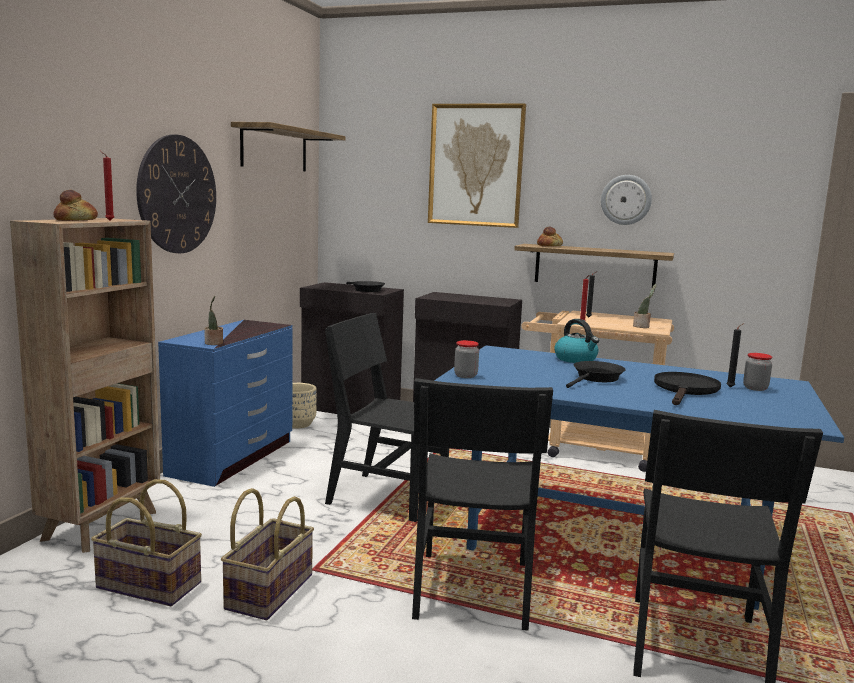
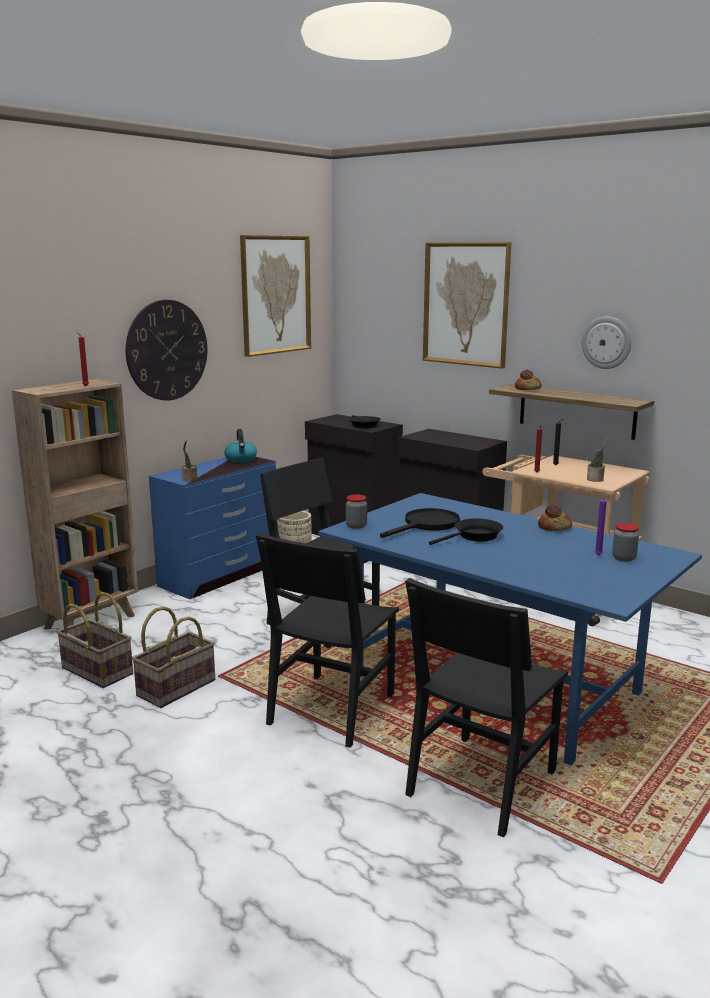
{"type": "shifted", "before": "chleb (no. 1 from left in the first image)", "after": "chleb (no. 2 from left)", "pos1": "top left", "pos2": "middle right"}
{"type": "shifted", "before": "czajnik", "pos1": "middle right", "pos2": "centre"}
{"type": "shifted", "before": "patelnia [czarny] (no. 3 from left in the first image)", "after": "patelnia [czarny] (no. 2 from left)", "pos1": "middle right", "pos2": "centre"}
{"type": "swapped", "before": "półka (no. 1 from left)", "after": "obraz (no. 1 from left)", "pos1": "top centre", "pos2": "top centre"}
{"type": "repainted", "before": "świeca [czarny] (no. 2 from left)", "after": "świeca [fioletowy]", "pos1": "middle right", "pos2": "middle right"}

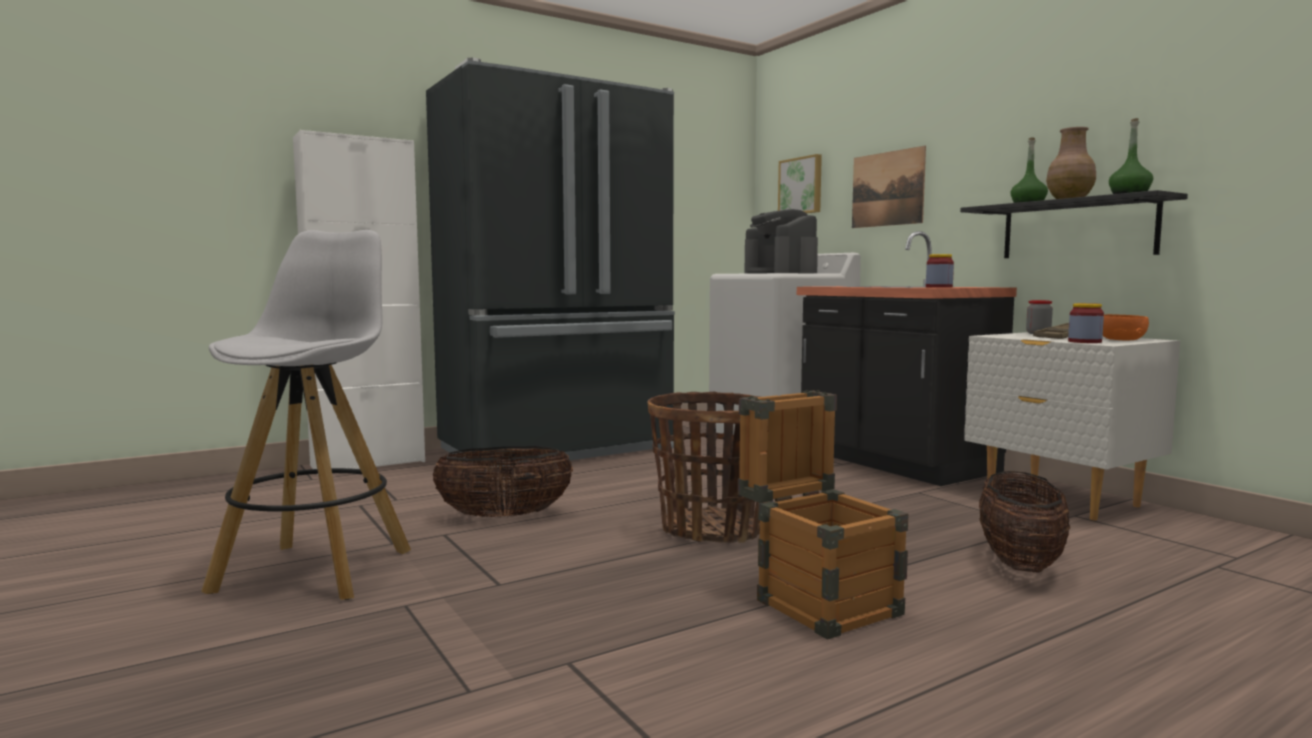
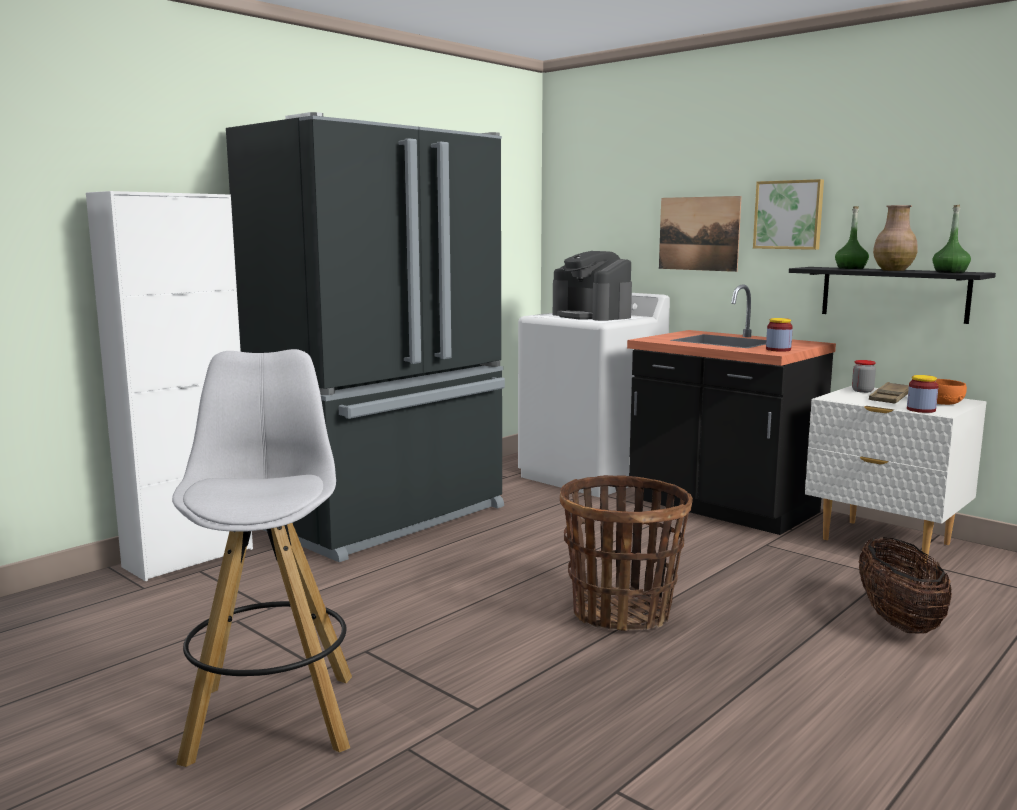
{"type": "gone", "before": "koszyk (no. 1 from left)", "pos1": "centre"}
{"type": "gone", "before": "skrzynka", "pos1": "bottom centre"}
{"type": "shifted", "before": "obraz (no. 1 from left in the first image)", "after": "obraz (no. 2 from left)", "pos1": "top centre", "pos2": "top right"}

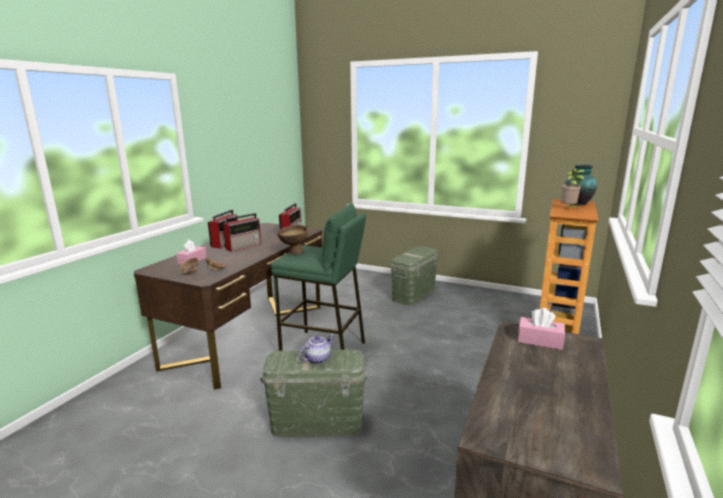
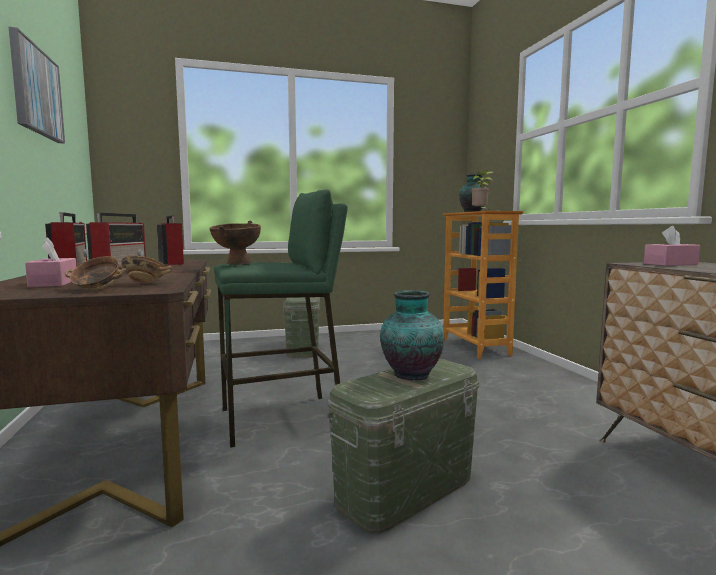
{"type": "new", "after": "obraz", "pos2": "top left"}
{"type": "swapped", "before": "imbryk", "after": "wazon (no. 1 from left)", "pos1": "bottom centre", "pos2": "centre"}

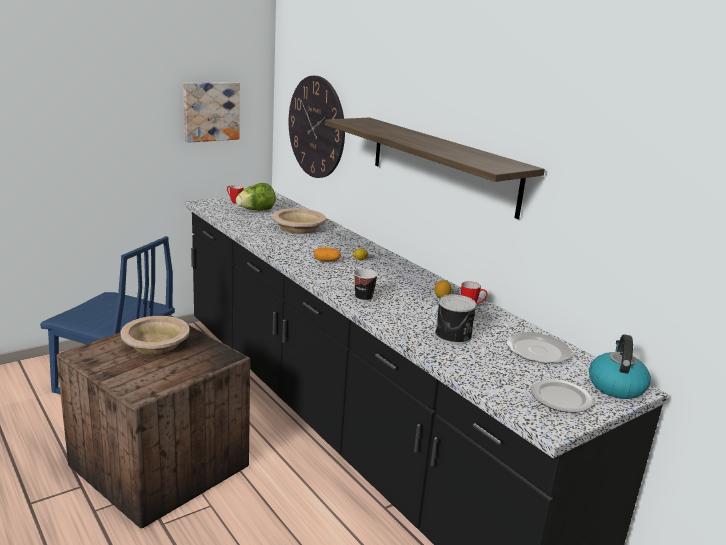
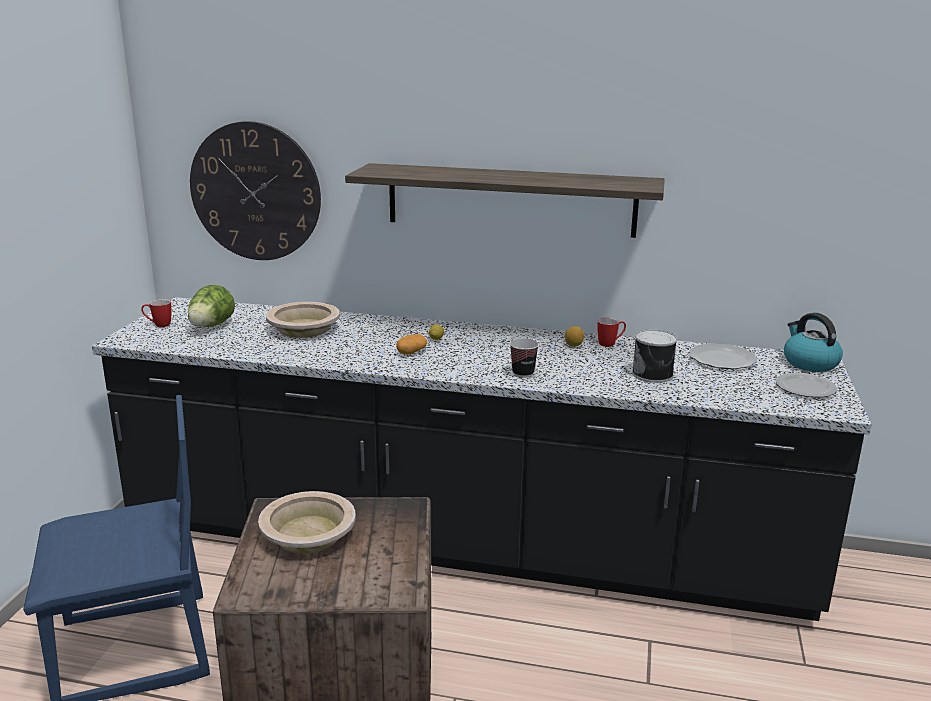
{"type": "gone", "before": "obraz", "pos1": "top left"}

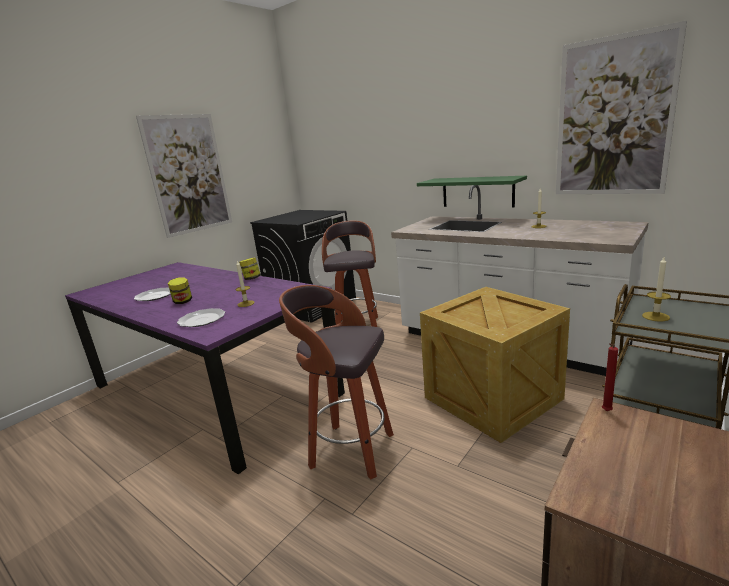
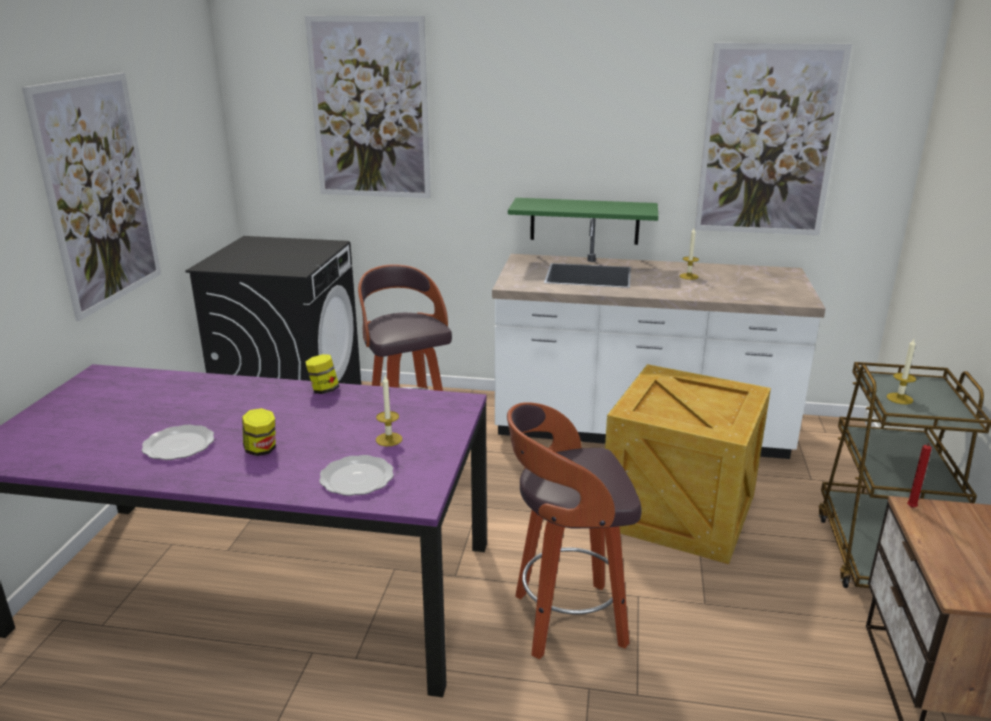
{"type": "new", "after": "obraz (no. 2 from left)", "pos2": "top centre"}

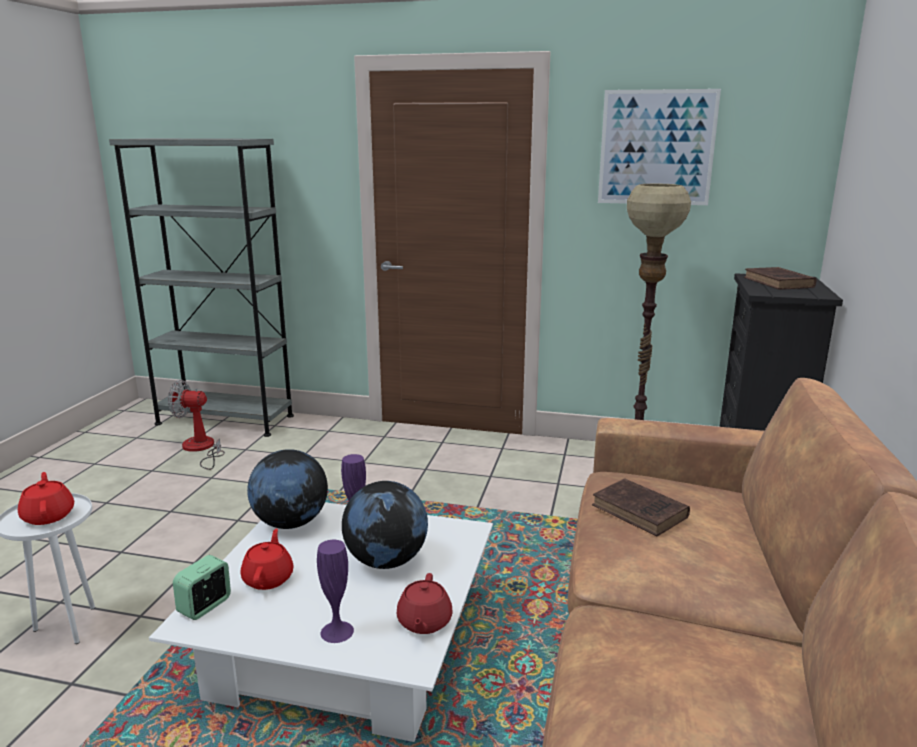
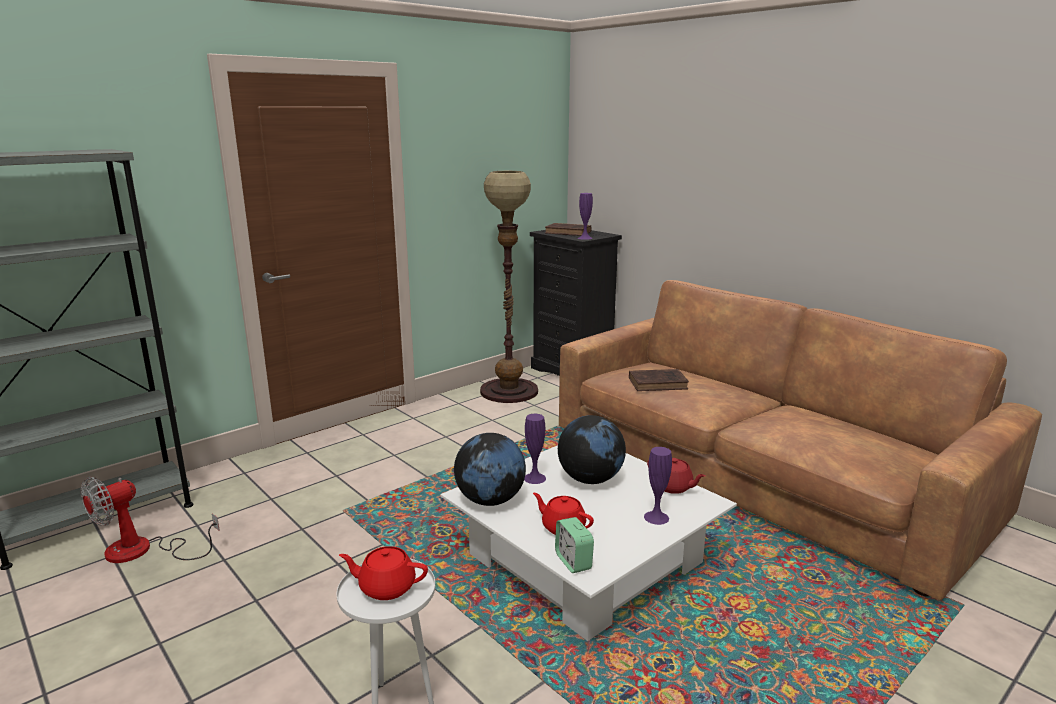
{"type": "gone", "before": "obraz", "pos1": "top right"}
{"type": "new", "after": "wazon [fioletowy] (no. 2 from left)", "pos2": "top centre"}

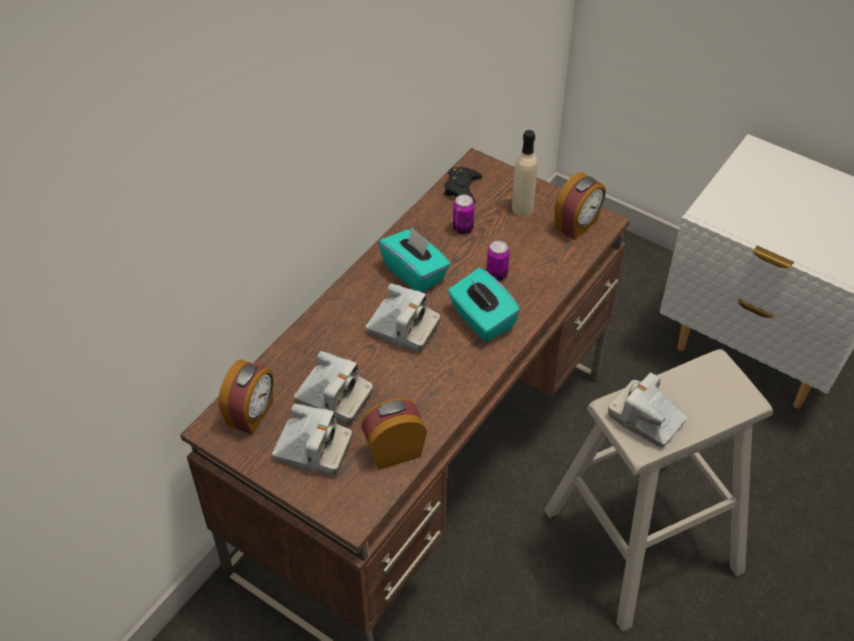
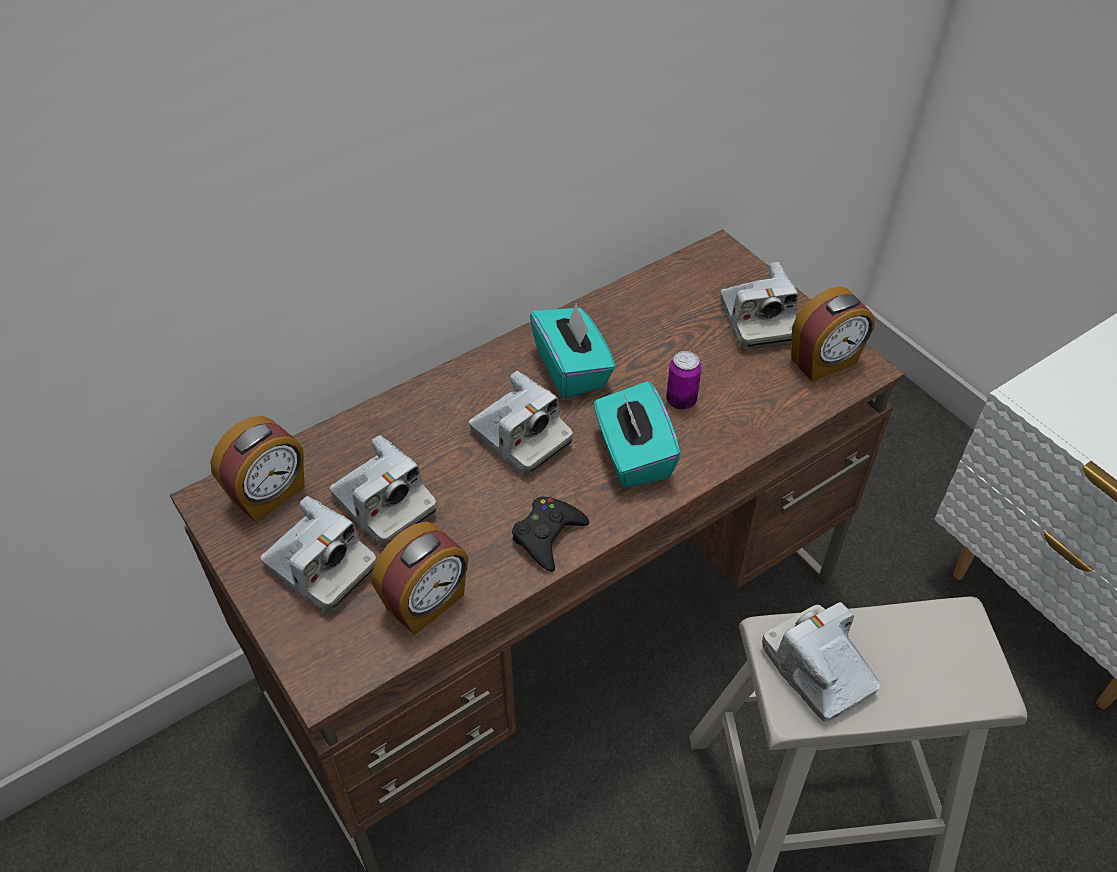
{"type": "gone", "before": "puszka (no. 1 from left)", "pos1": "centre"}
{"type": "shifted", "before": "pad do gier [czarny]", "pos1": "top centre", "pos2": "centre"}
{"type": "swapped", "before": "butelka [beżowy]", "after": "aparat fotograficzny (no. 4 from left)", "pos1": "top centre", "pos2": "middle right"}
{"type": "rotated", "before": "budzik (no. 2 from left)", "pos1": "bottom centre", "pos2": "centre", "turn": 135}

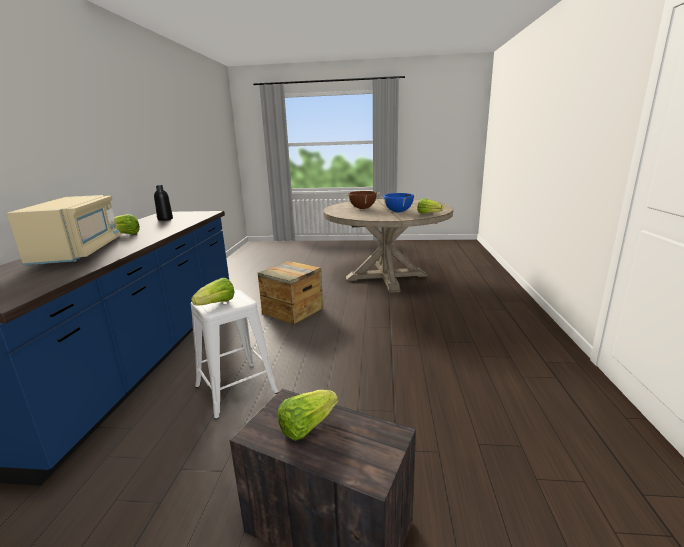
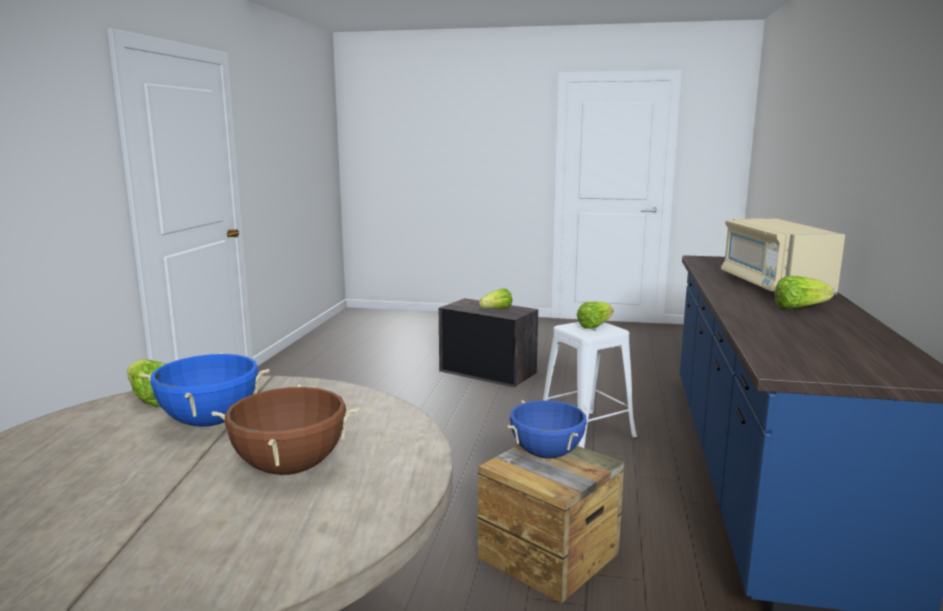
{"type": "gone", "before": "butelka [czarny]", "pos1": "middle left"}
{"type": "new", "after": "garnek [niebieski] (no. 2 from left)", "pos2": "bottom centre"}

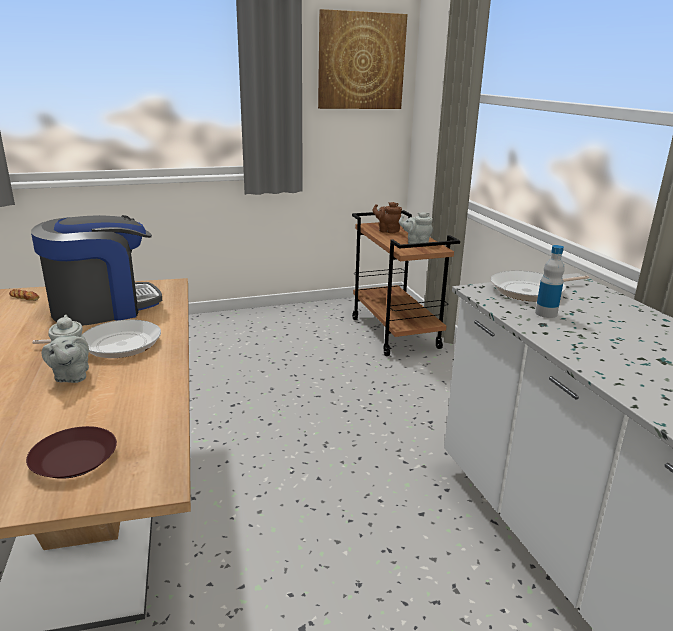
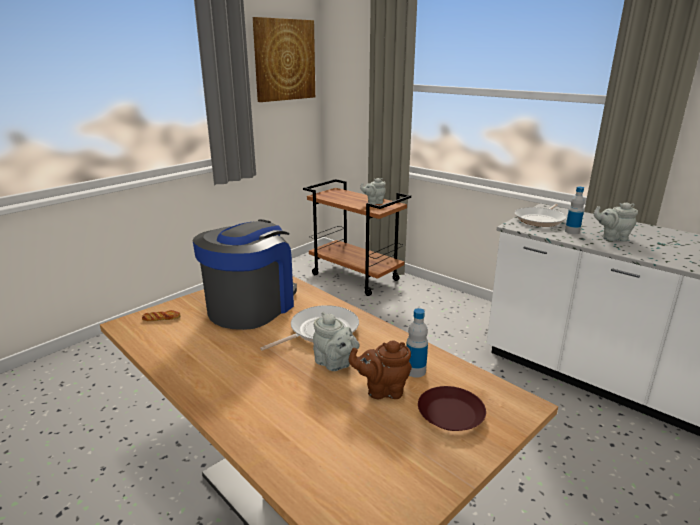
{"type": "new", "after": "butelka (no. 1 from left)", "pos2": "centre"}
{"type": "new", "after": "imbryk [szary] (no. 3 from left)", "pos2": "middle right"}
{"type": "shifted", "before": "imbryk [brązowy]", "pos1": "centre", "pos2": "bottom centre"}

